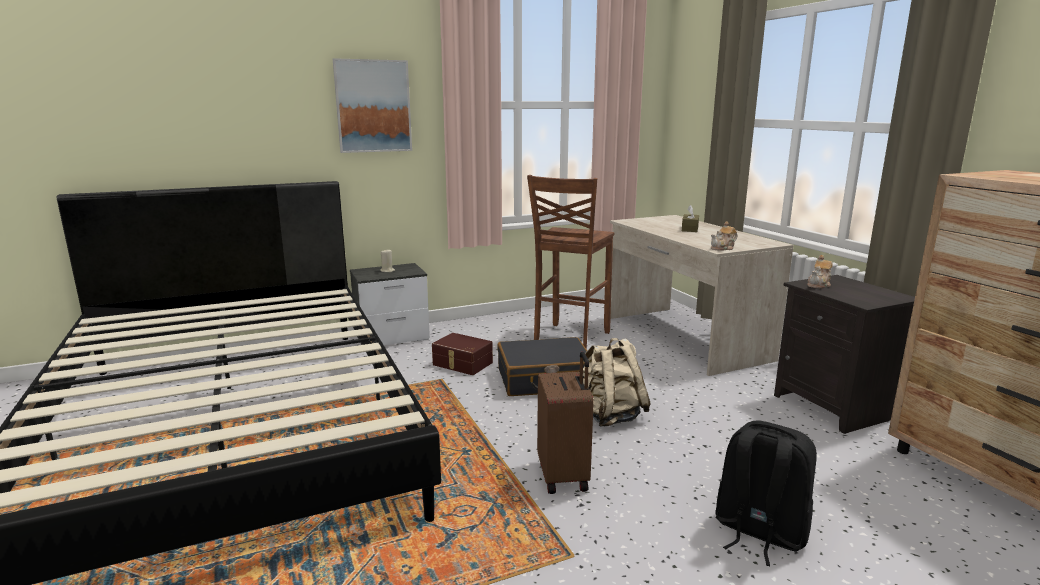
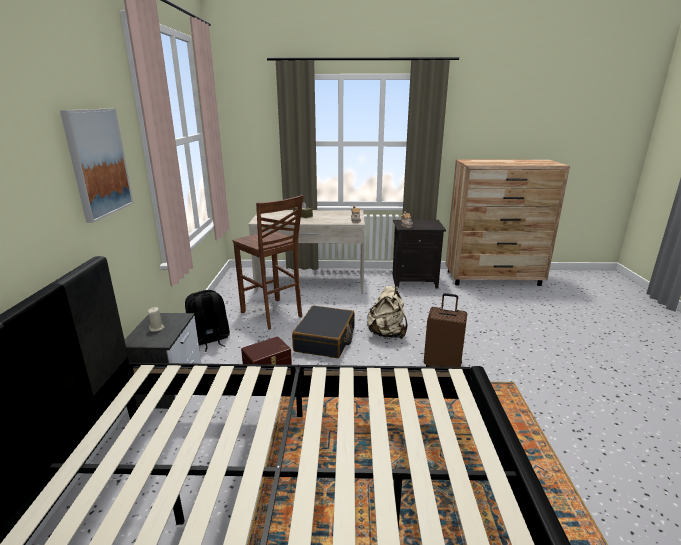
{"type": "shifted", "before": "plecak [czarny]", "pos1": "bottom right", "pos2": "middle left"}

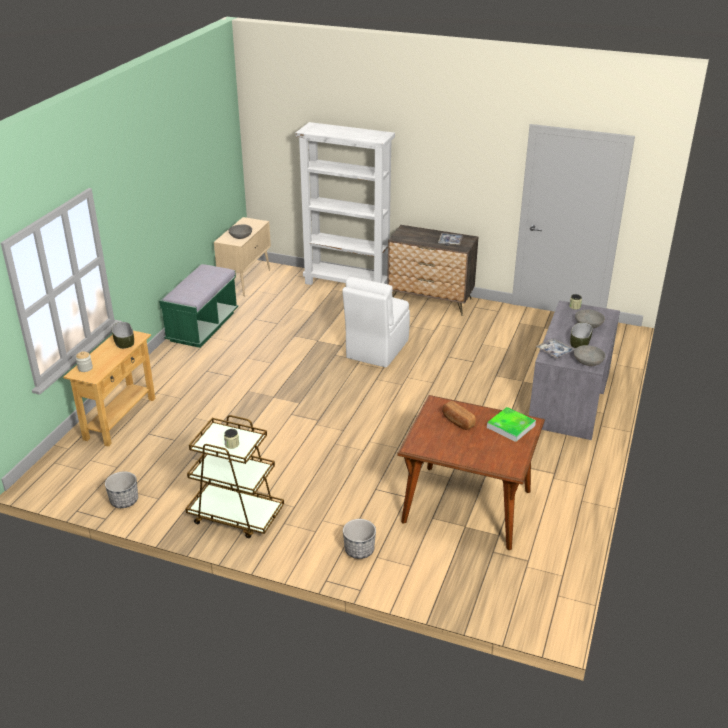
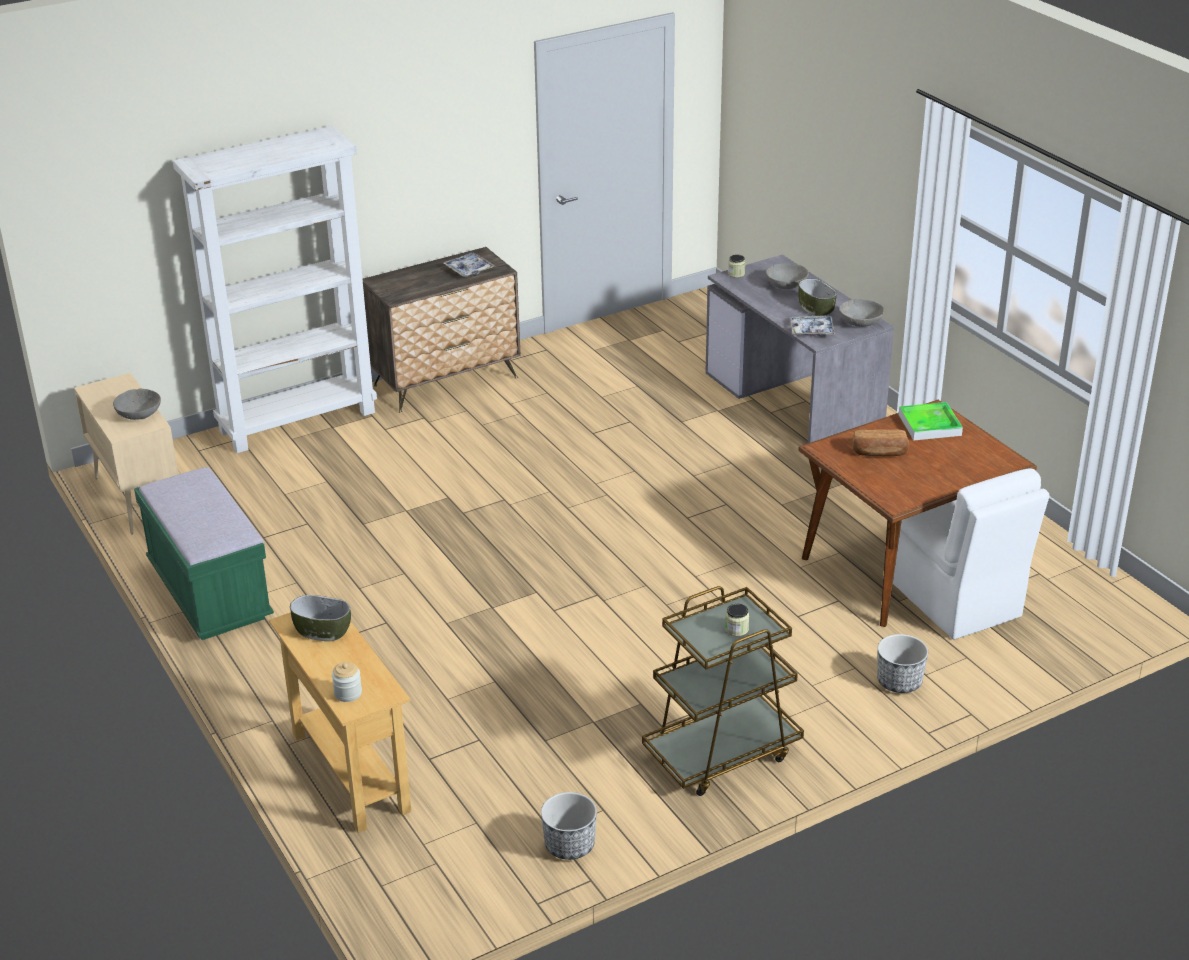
{"type": "shifted", "before": "krzesło [biały]", "pos1": "centre", "pos2": "middle right"}

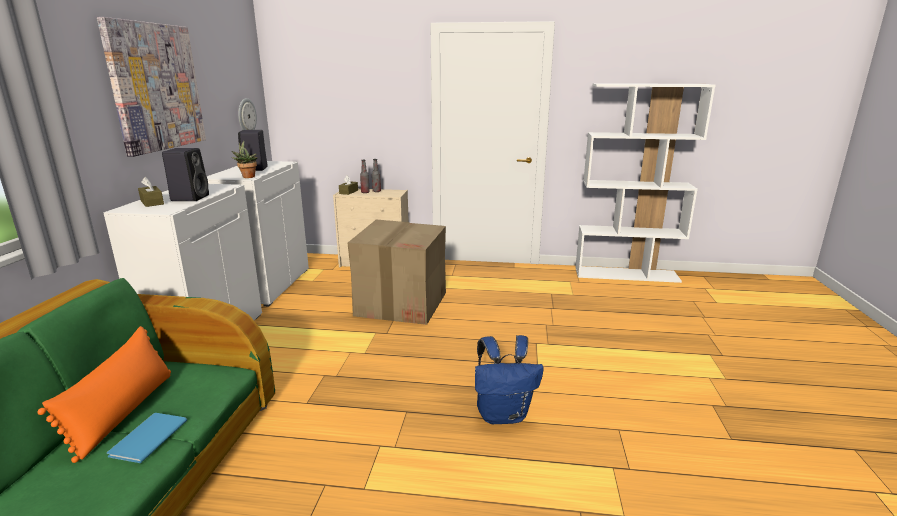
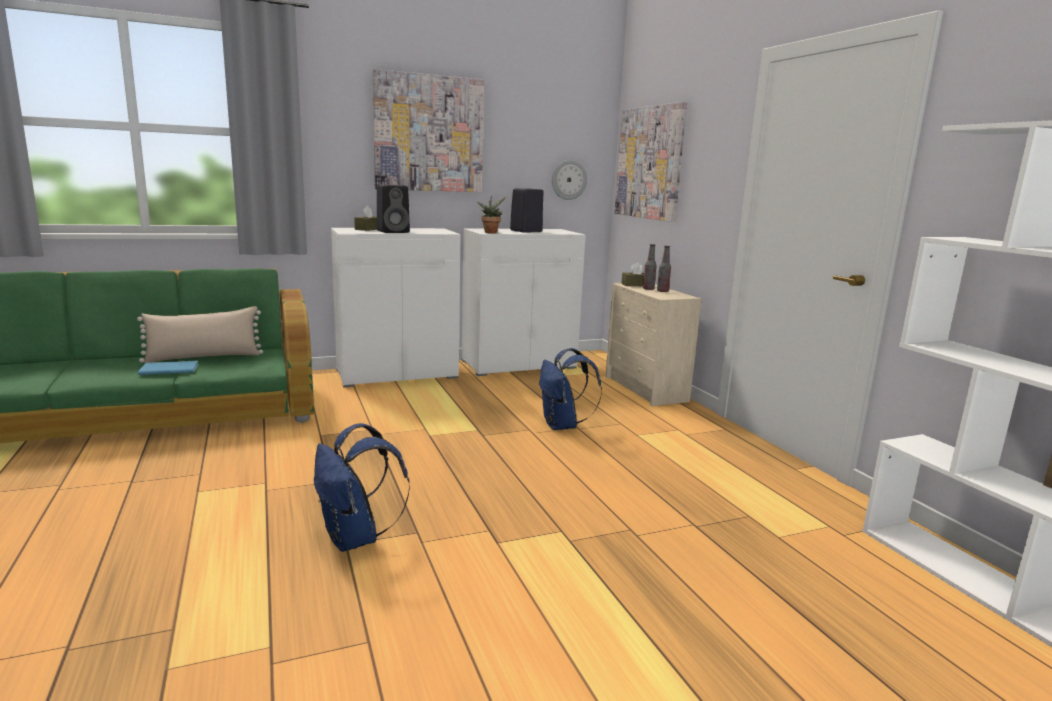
{"type": "new", "after": "obraz (no. 2 from left)", "pos2": "top centre"}
{"type": "swapped", "before": "karton", "after": "plecak [niebieski] (no. 2 from left)", "pos1": "centre", "pos2": "centre"}
{"type": "repainted", "before": "poduszka [pomarańczowy]", "after": "poduszka [beżowy]", "pos1": "bottom left", "pos2": "middle left"}

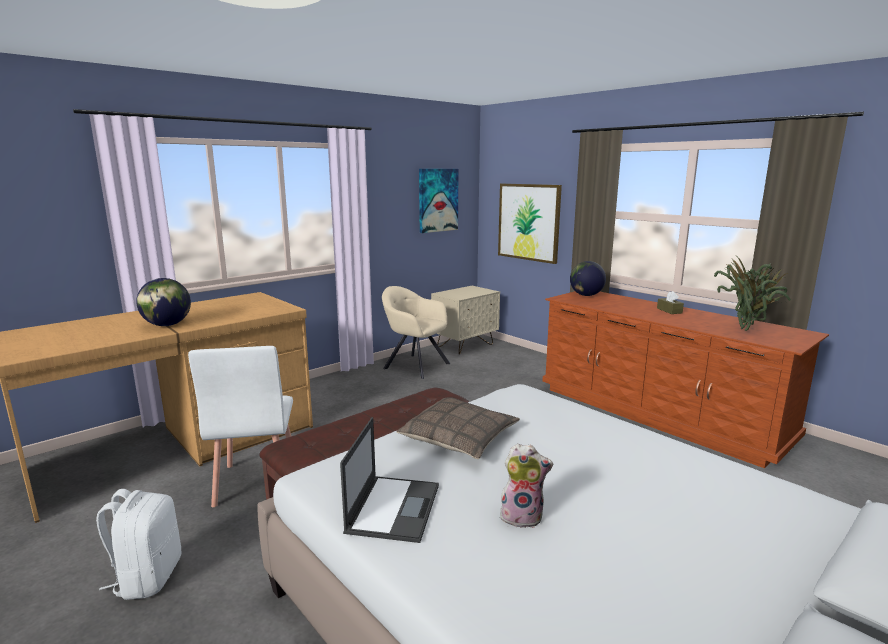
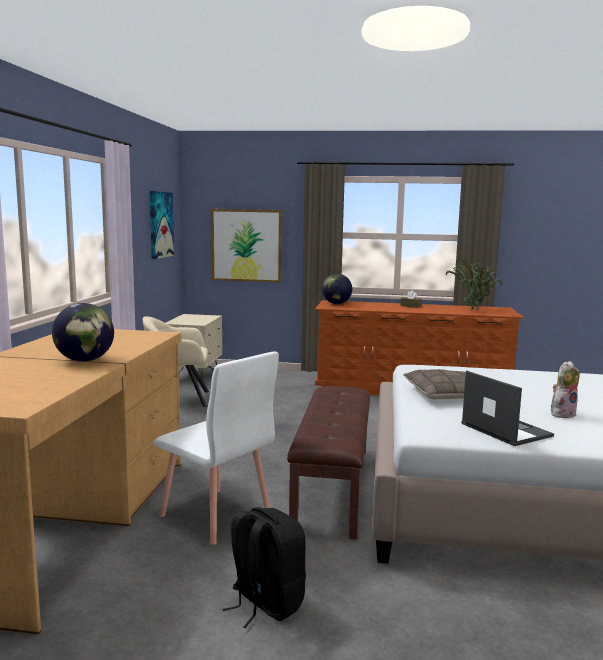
{"type": "repainted", "before": "plecak [biały]", "after": "plecak [czarny]", "pos1": "bottom left", "pos2": "bottom centre"}

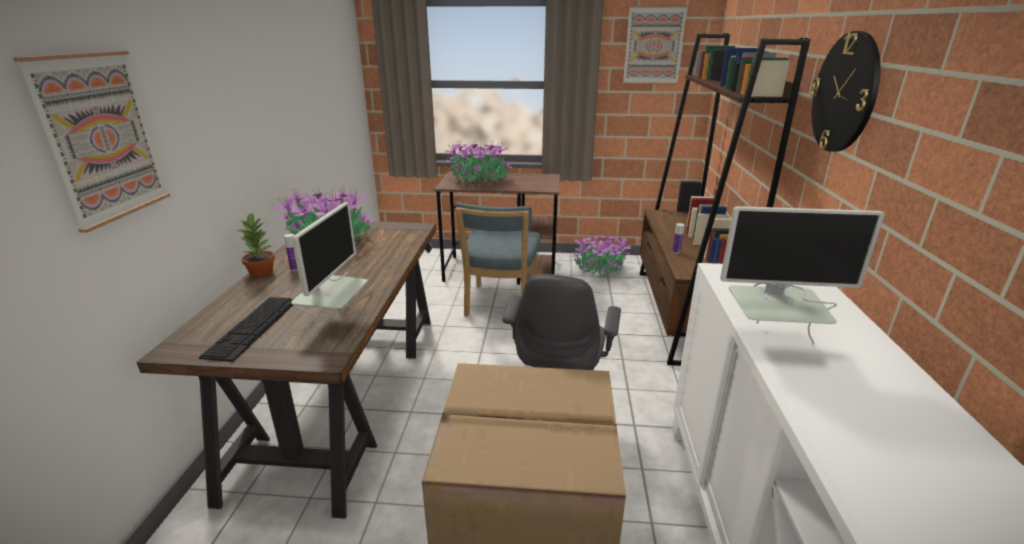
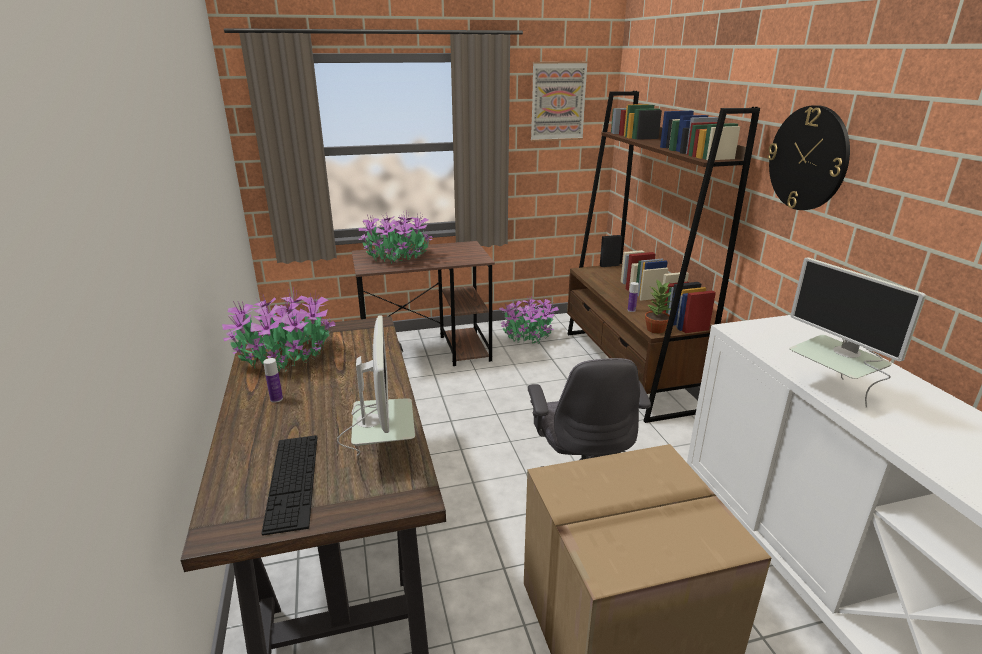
{"type": "gone", "before": "obraz (no. 1 from left)", "pos1": "top left"}
{"type": "gone", "before": "krzesło [niebieski]", "pos1": "centre"}
{"type": "shifted", "before": "roślina doniczkowa (no. 1 from left in the first image)", "after": "roślina doniczkowa (no. 4 from left)", "pos1": "middle left", "pos2": "middle right"}
{"type": "rotated", "before": "monitor (no. 2 from left)", "pos1": "middle right", "pos2": "middle right", "turn": 75}

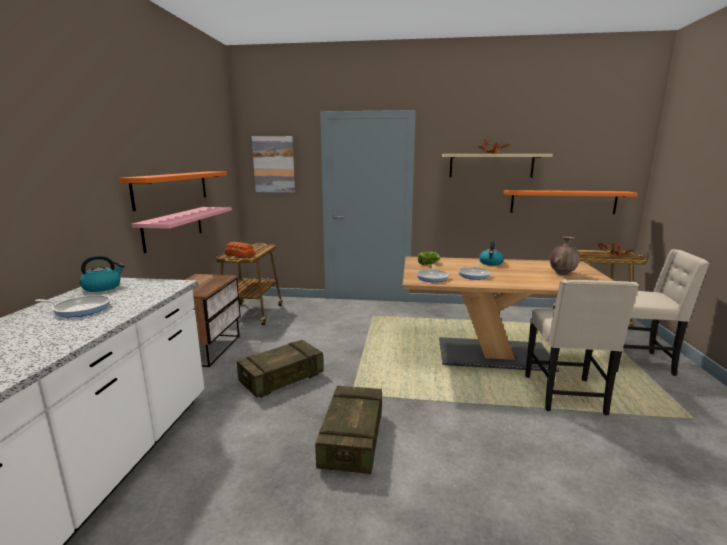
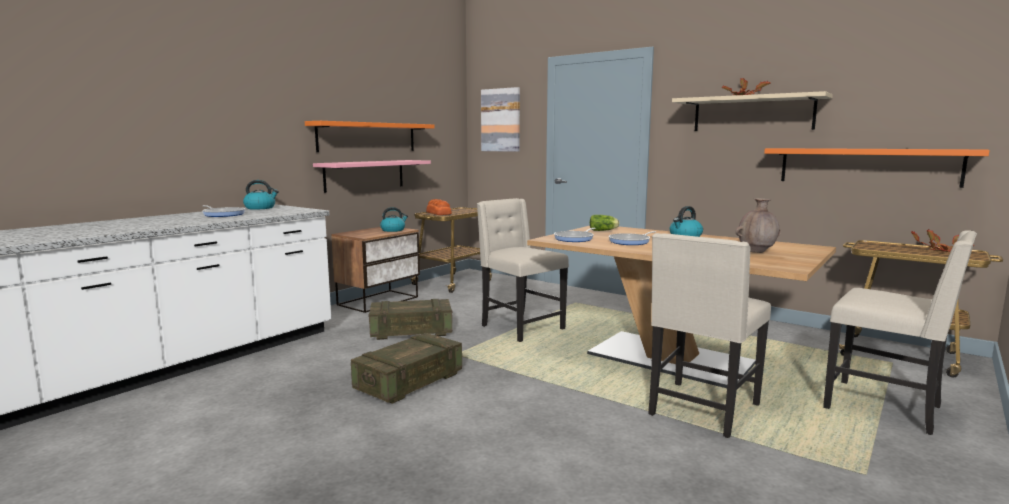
{"type": "new", "after": "czajnik (no. 2 from left)", "pos2": "centre"}
{"type": "new", "after": "krzesło [beżowy] (no. 1 from left)", "pos2": "centre"}

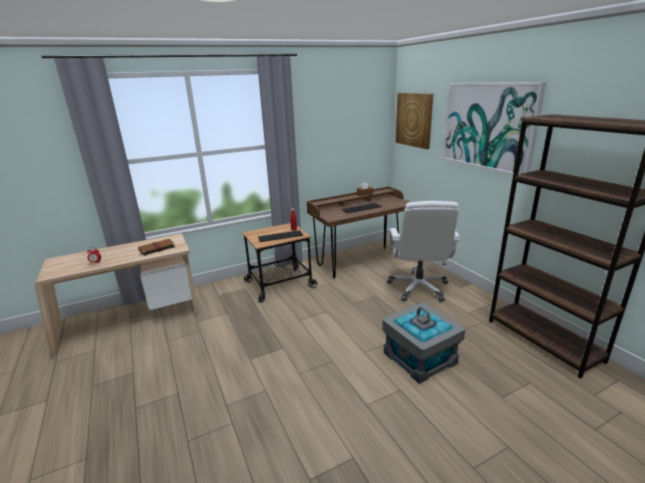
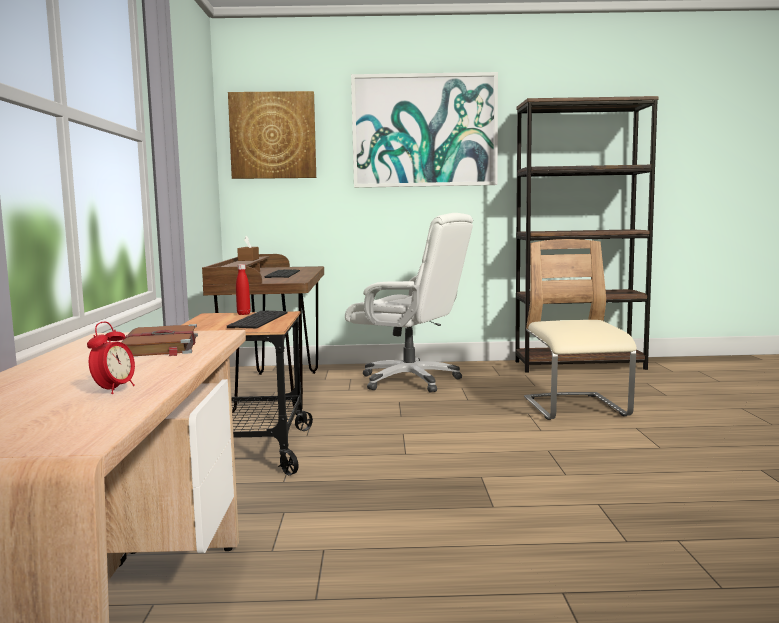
{"type": "swapped", "before": "pojemnik do przechowywania [szary]", "after": "krzesło [beżowy]", "pos1": "bottom centre", "pos2": "middle right"}

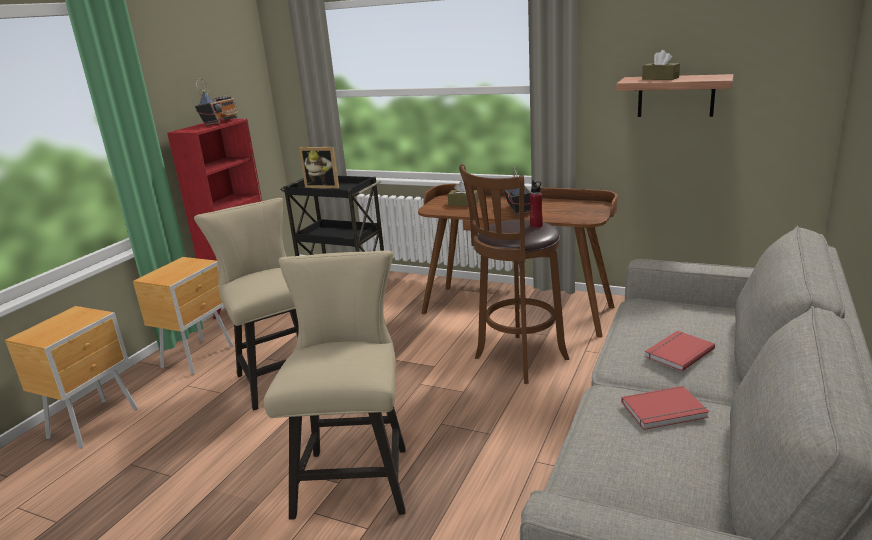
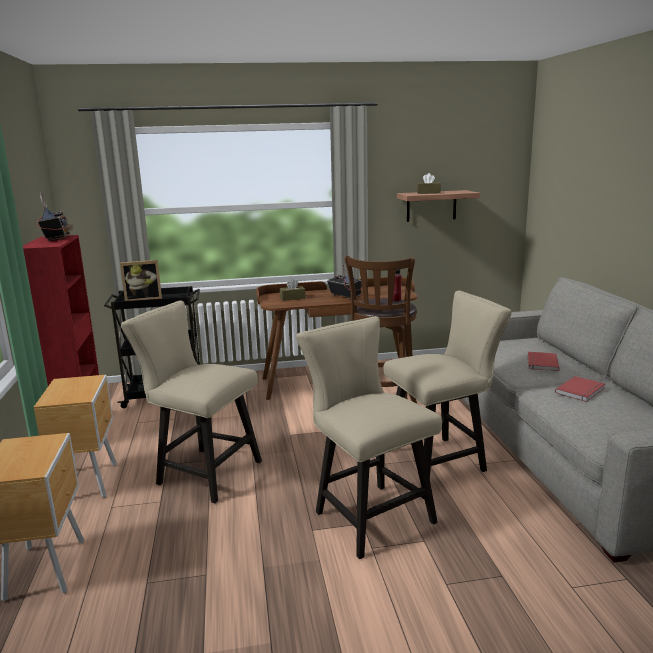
{"type": "new", "after": "krzesło [beżowy] (no. 3 from left)", "pos2": "middle right"}

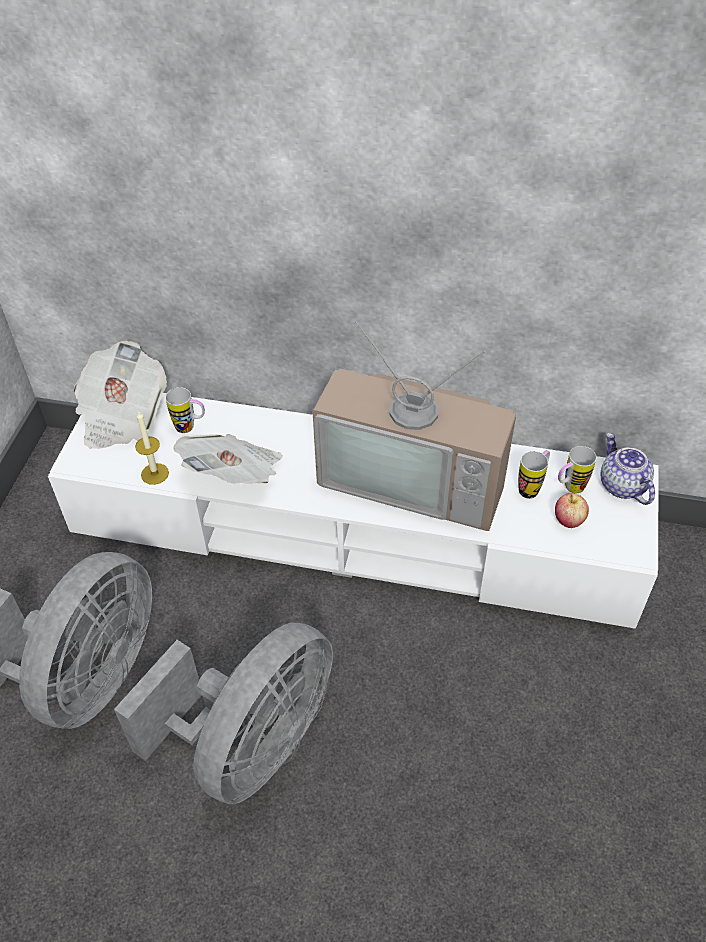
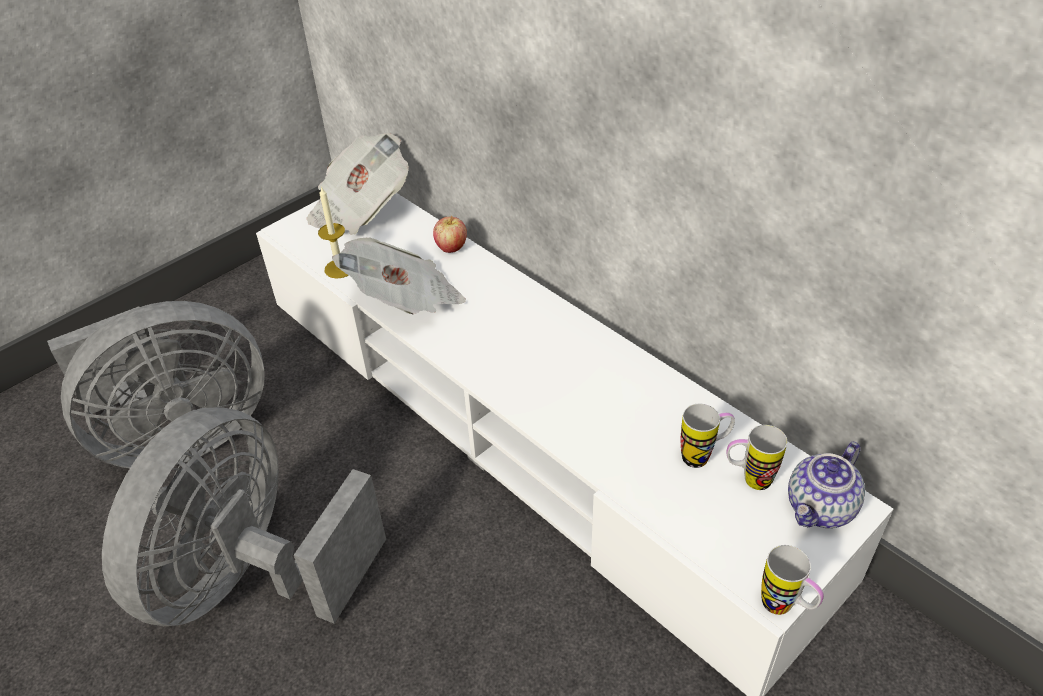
{"type": "gone", "before": "telewizor", "pos1": "centre"}
{"type": "shifted", "before": "kubek (no. 1 from left in the first image)", "after": "kubek (no. 3 from left)", "pos1": "middle left", "pos2": "bottom right"}
{"type": "shifted", "before": "jabłko", "pos1": "middle right", "pos2": "centre"}
{"type": "rotated", "before": "wentylator [szary] (no. 2 from left)", "pos1": "bottom left", "pos2": "bottom left", "turn": 135}
{"type": "rotated", "before": "imbryk", "pos1": "middle right", "pos2": "bottom right", "turn": -150}

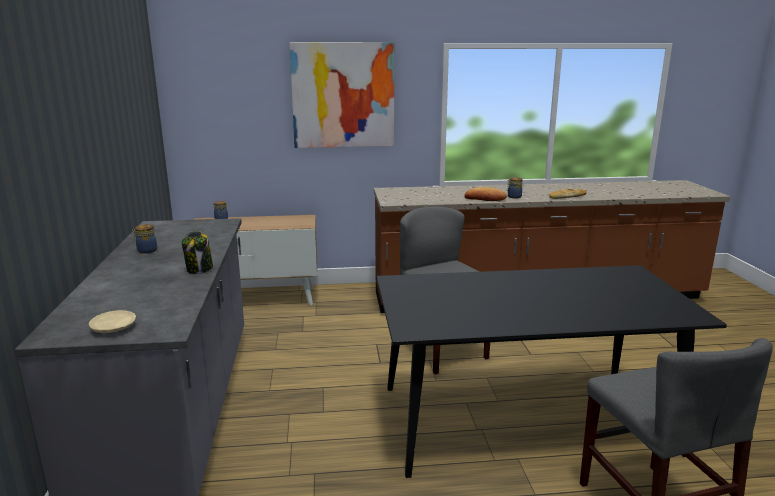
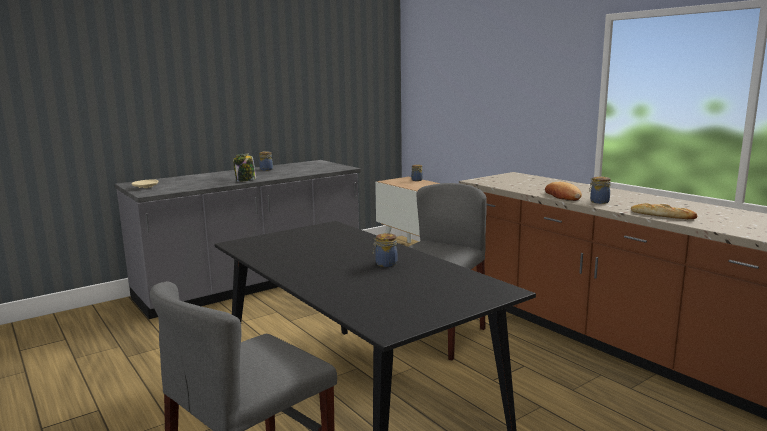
{"type": "gone", "before": "obraz", "pos1": "top centre"}
{"type": "new", "after": "słoik (no. 3 from left)", "pos2": "centre"}

